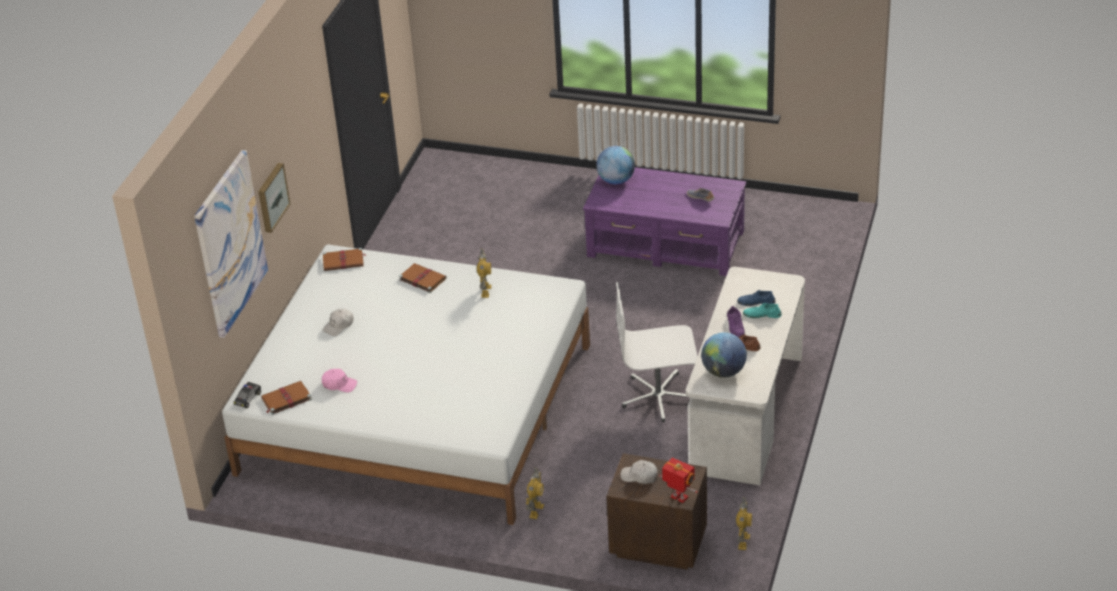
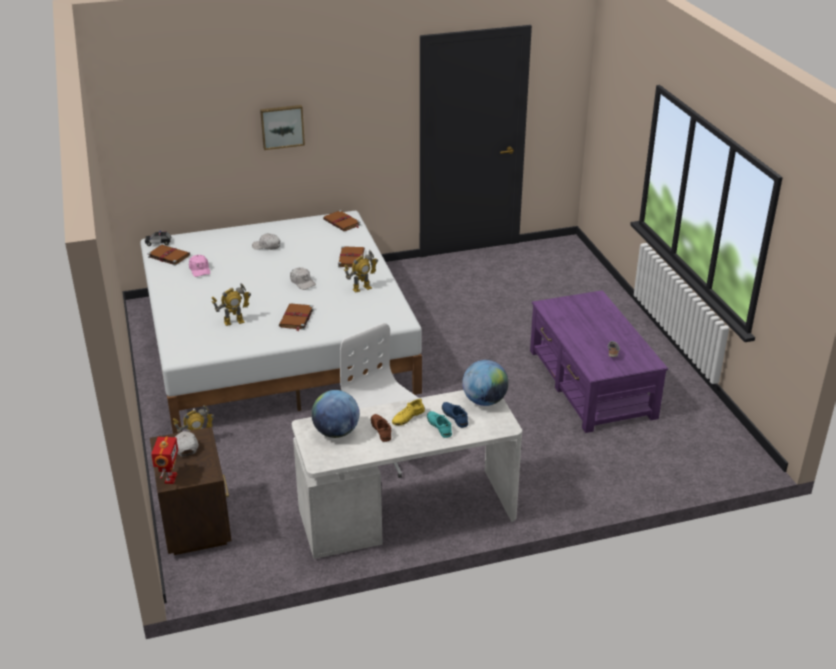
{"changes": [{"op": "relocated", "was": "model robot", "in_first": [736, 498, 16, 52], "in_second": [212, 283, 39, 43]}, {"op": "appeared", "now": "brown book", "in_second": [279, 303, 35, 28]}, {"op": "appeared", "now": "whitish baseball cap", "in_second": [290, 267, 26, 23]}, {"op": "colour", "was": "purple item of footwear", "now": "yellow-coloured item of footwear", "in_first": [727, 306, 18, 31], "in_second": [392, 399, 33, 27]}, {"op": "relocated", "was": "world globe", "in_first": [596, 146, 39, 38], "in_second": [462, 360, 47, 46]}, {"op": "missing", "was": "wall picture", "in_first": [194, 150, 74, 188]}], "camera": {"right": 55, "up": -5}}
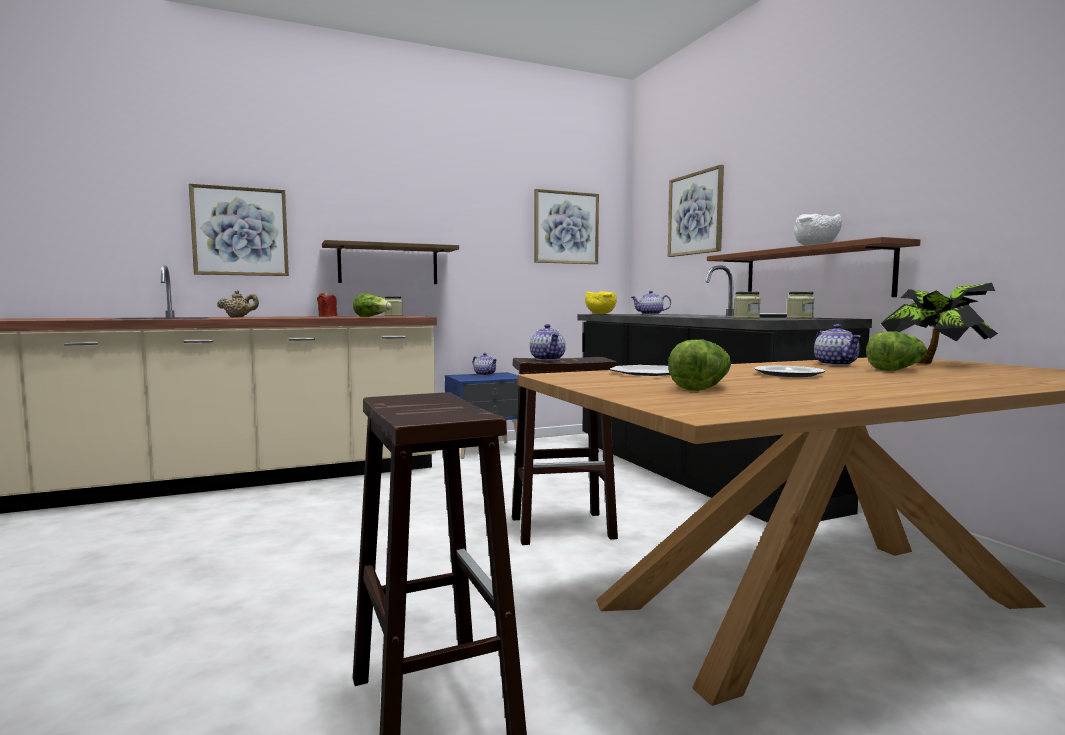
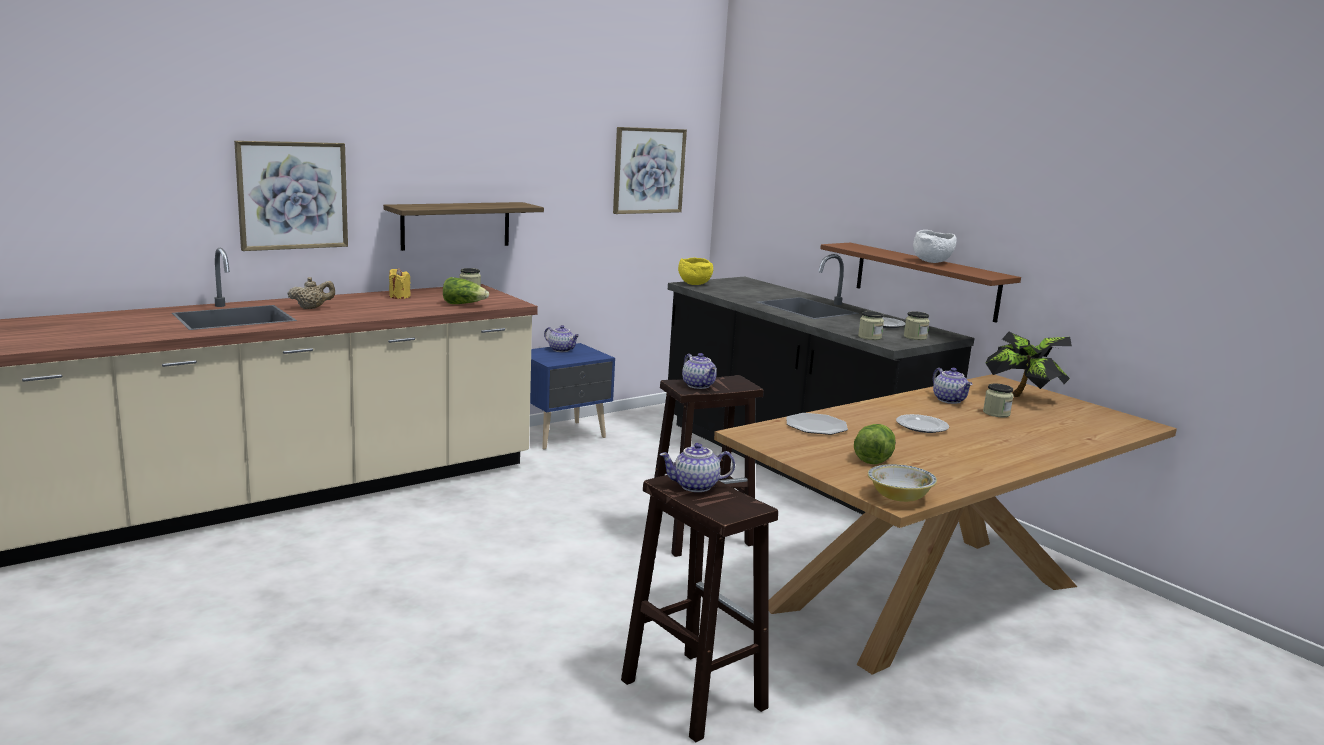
{"changes": [{"op": "colour", "was": "reddish wax light", "now": "yellow-coloured wax light", "in_first": [317, 291, 20, 26], "in_second": [389, 268, 22, 31]}, {"op": "relocated", "was": "tea pot", "in_first": [631, 291, 40, 24], "in_second": [659, 443, 76, 49]}, {"op": "appeared", "now": "serving bowl", "in_second": [868, 464, 69, 38]}, {"op": "exchanged", "was": "lettuce", "now": "jar", "in_first": [866, 332, 61, 39], "in_second": [983, 383, 31, 34]}, {"op": "missing", "was": "wall picture", "in_first": [668, 165, 56, 92]}], "camera": {"right": -15, "up": 10}}
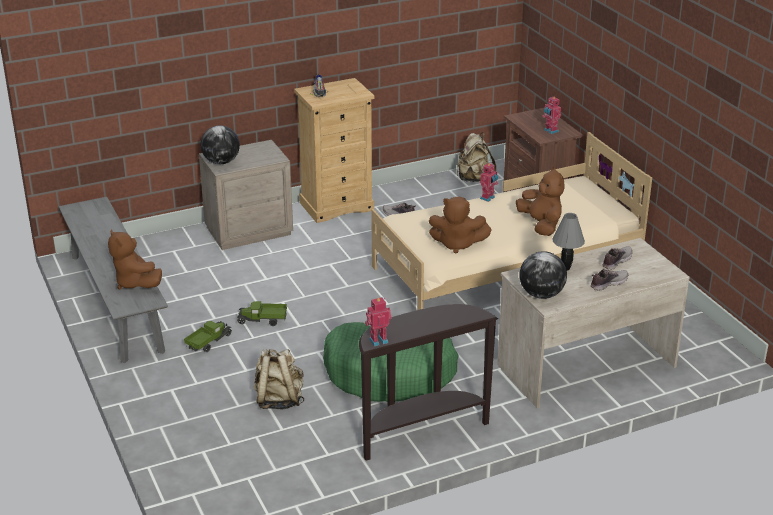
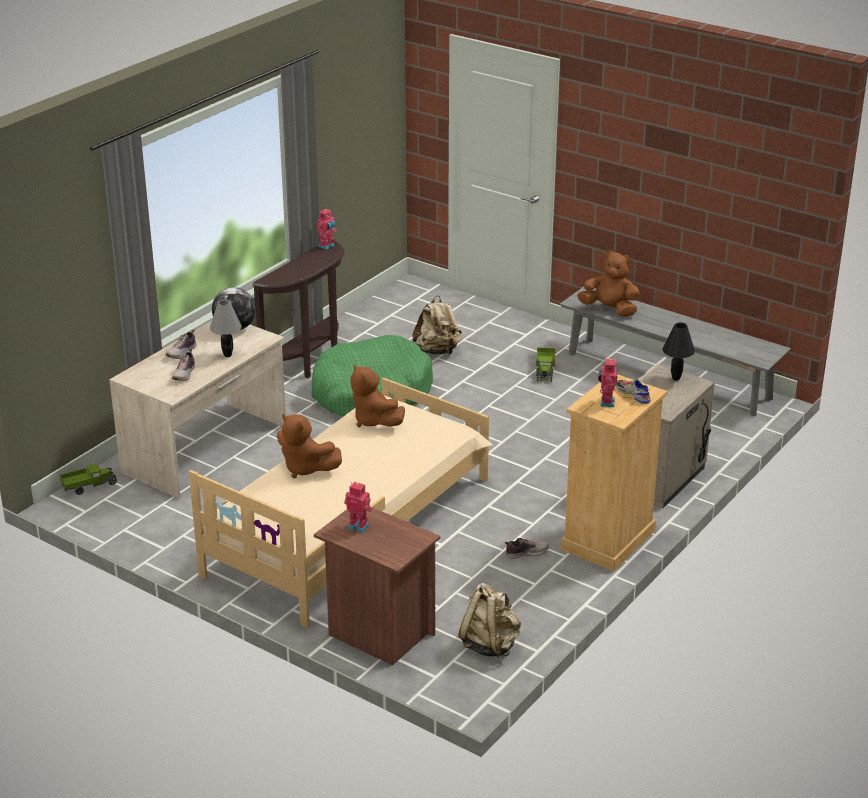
{"changes": [{"op": "relocated", "was": "model truck", "in_first": [237, 301, 50, 25], "in_second": [60, 464, 58, 31]}, {"op": "spun", "was": "brown soft toy", "in_first": [429, 197, 63, 57], "in_second": [350, 364, 55, 63], "clockwise": -105}, {"op": "relocated", "was": "model robot", "in_first": [480, 163, 18, 39], "in_second": [598, 357, 20, 50]}, {"op": "exchanged", "was": "world globe", "now": "black tabletop lamp", "in_first": [201, 125, 39, 39], "in_second": [662, 322, 33, 59]}], "camera": {"right": 150, "up": 0}}
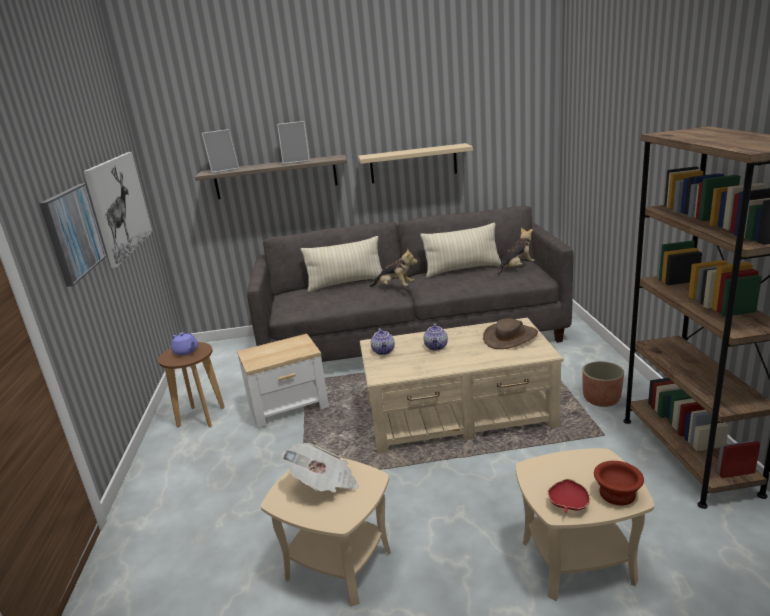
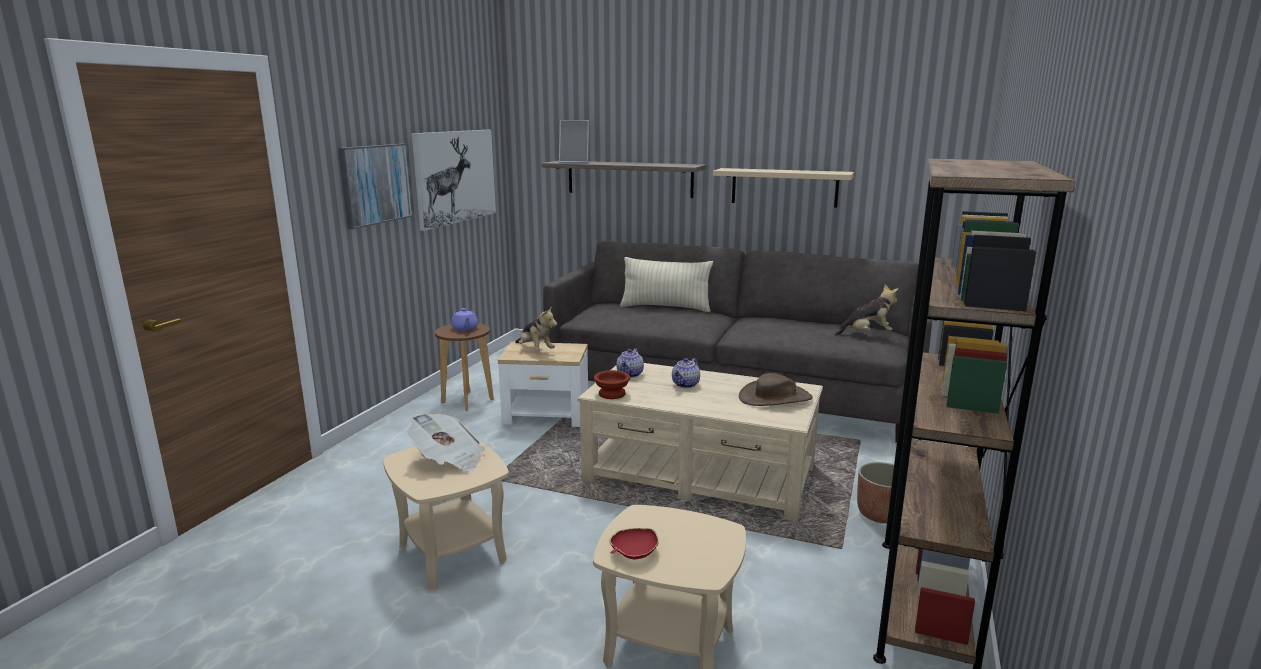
{"changes": [{"op": "relocated", "was": "soft toy", "in_first": [370, 248, 48, 39], "in_second": [515, 308, 42, 43]}, {"op": "relocated", "was": "brown serving bowl", "in_first": [594, 461, 50, 45], "in_second": [594, 370, 36, 29]}, {"op": "missing", "was": "standing frame", "in_first": [277, 121, 33, 44]}, {"op": "missing", "was": "sand-coloured pillow", "in_first": [420, 223, 81, 55]}], "camera": {"right": 25, "up": -5}}
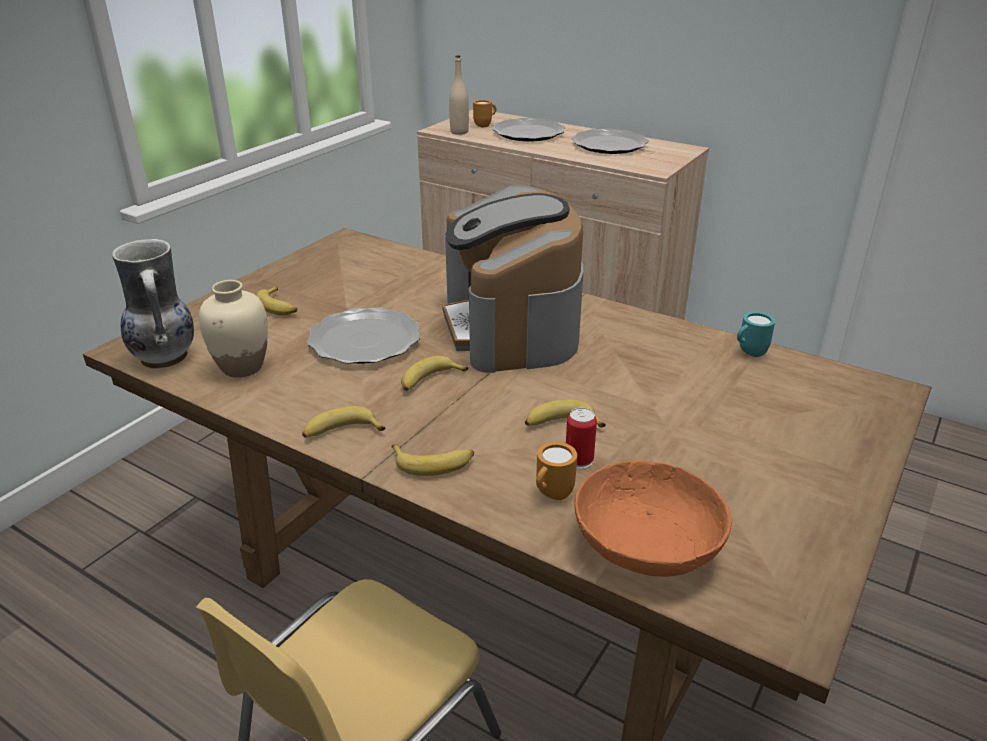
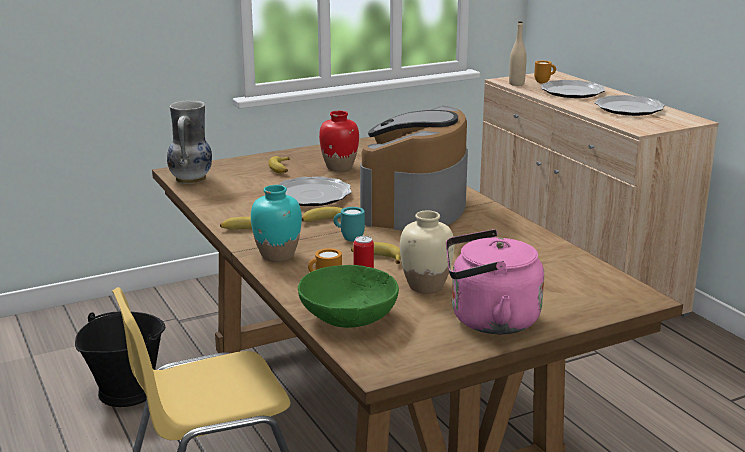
{"changes": [{"op": "appeared", "now": "black pail", "in_second": [75, 311, 90, 96]}, {"op": "exchanged", "was": "banana", "now": "blue-green vase", "in_first": [391, 444, 83, 32], "in_second": [251, 185, 51, 77]}, {"op": "colour", "was": "orange serving bowl", "now": "greenish serving bowl", "in_first": [574, 460, 158, 117], "in_second": [298, 265, 101, 63]}, {"op": "appeared", "now": "reddish vase", "in_second": [319, 111, 40, 61]}, {"op": "relocated", "was": "blue-green coffee mug", "in_first": [737, 312, 38, 45], "in_second": [334, 207, 31, 35]}, {"op": "relocated", "was": "sand-coloured vase", "in_first": [199, 280, 69, 98], "in_second": [400, 211, 54, 83]}, {"op": "appeared", "now": "pink-coloured kettle", "in_second": [446, 229, 98, 105]}], "camera": {"right": 30, "up": -10}}
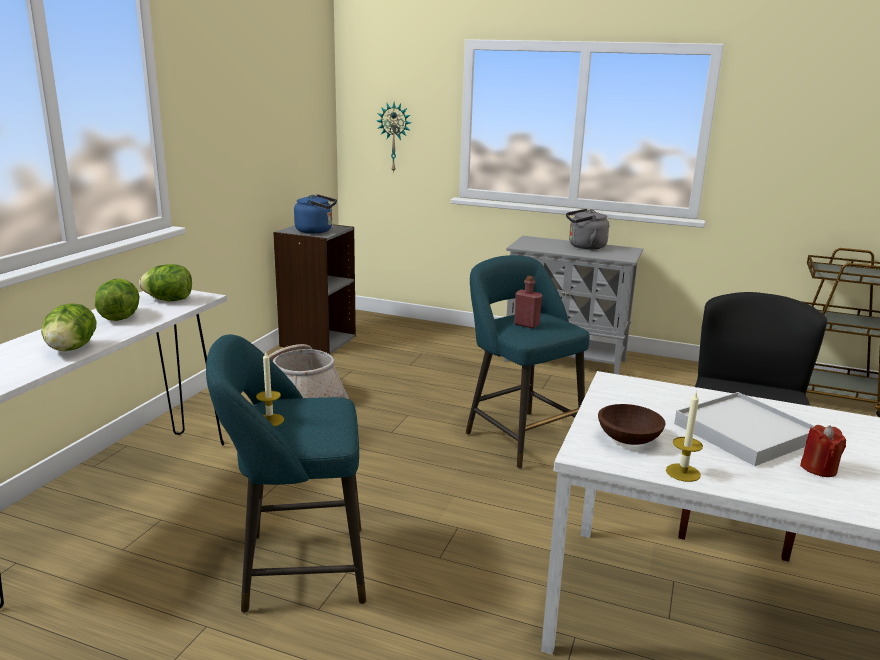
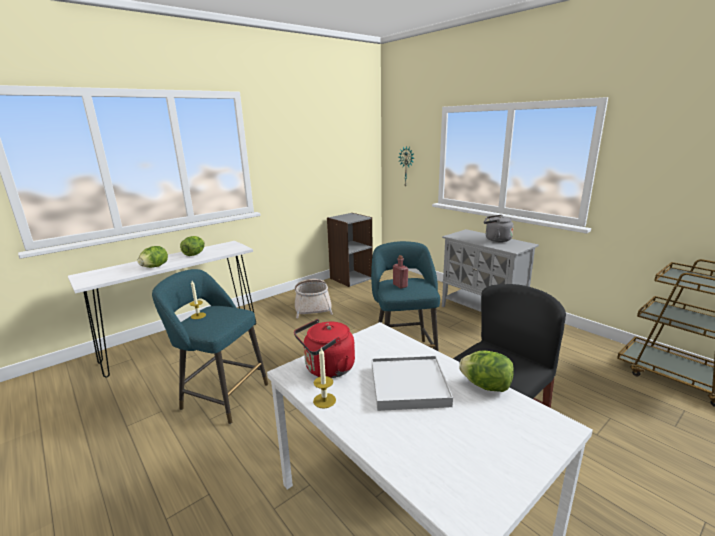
{"changes": [{"op": "exchanged", "was": "brown serving bowl", "now": "reddish kettle", "in_first": [598, 404, 68, 41], "in_second": [294, 319, 61, 59]}, {"op": "relocated", "was": "lettuce", "in_first": [139, 264, 53, 37], "in_second": [459, 350, 55, 42]}, {"op": "missing", "was": "blue-coloured kettle", "in_first": [294, 194, 43, 40]}, {"op": "missing", "was": "reddish wax light", "in_first": [800, 425, 46, 52]}], "camera": {"right": 30, "up": 0}}
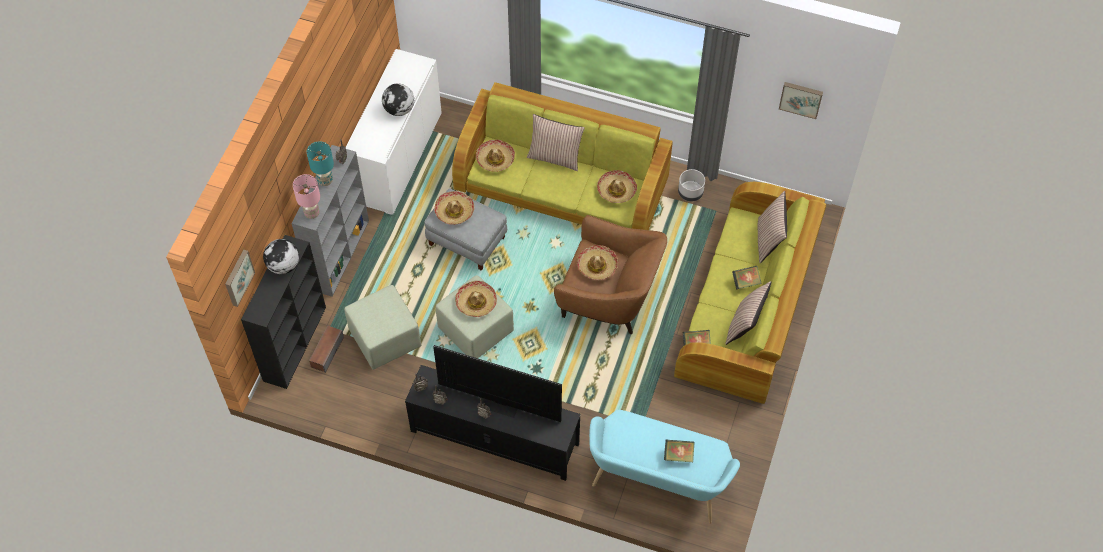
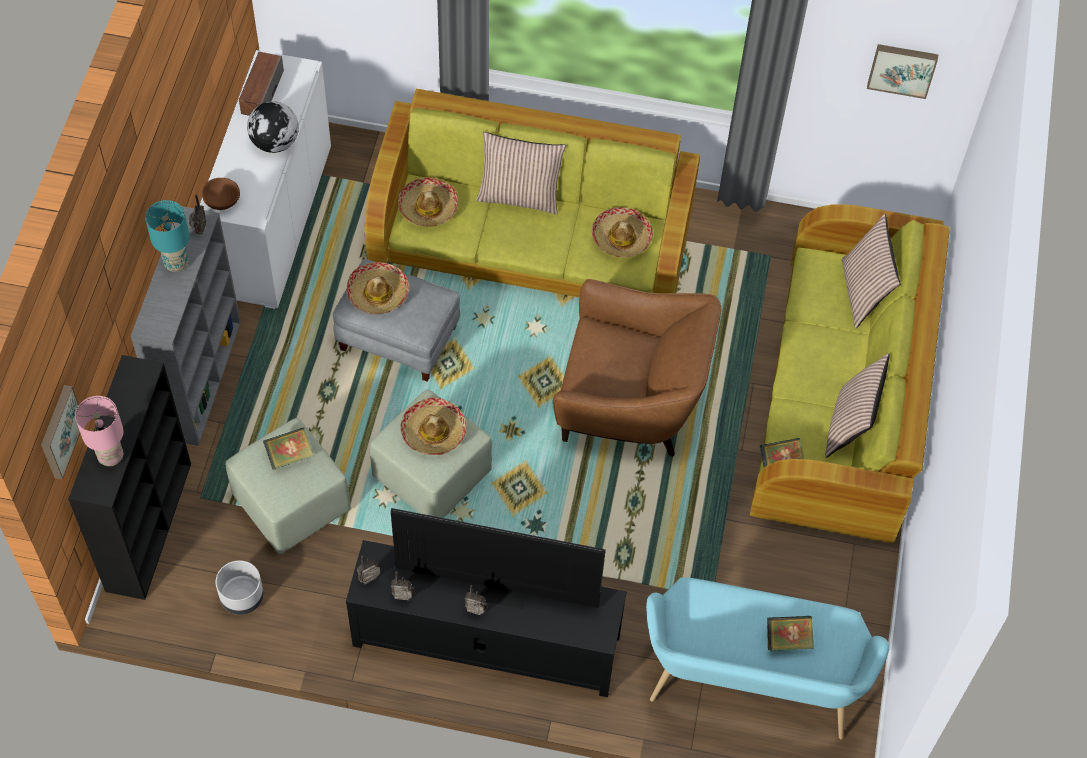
{"changes": [{"op": "relocated", "was": "pink-coloured tabletop lamp", "in_first": [293, 174, 27, 45], "in_second": [75, 396, 48, 70]}, {"op": "appeared", "now": "brown serving bowl", "in_second": [202, 178, 38, 32]}, {"op": "relocated", "was": "greyish plant pot", "in_first": [678, 169, 27, 32], "in_second": [216, 560, 48, 55]}, {"op": "relocated", "was": "audio speaker", "in_first": [309, 326, 35, 47], "in_second": [239, 52, 45, 64]}, {"op": "relocated", "was": "book", "in_first": [732, 266, 30, 24], "in_second": [263, 428, 51, 41]}, {"op": "missing", "was": "world globe", "in_first": [263, 239, 36, 35]}, {"op": "missing", "was": "clothing hat", "in_first": [577, 245, 41, 35]}], "camera": {"right": -10, "up": 0}}
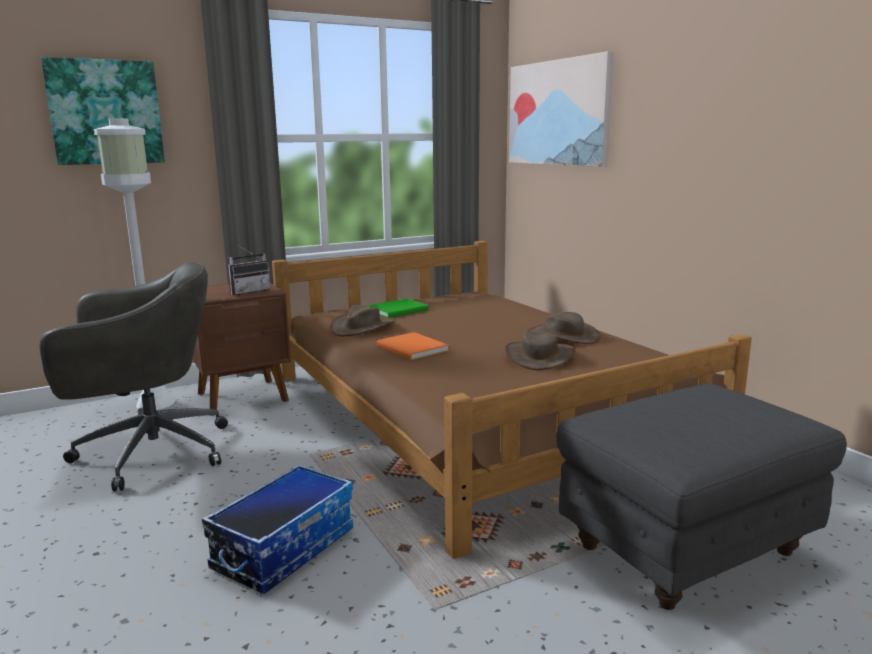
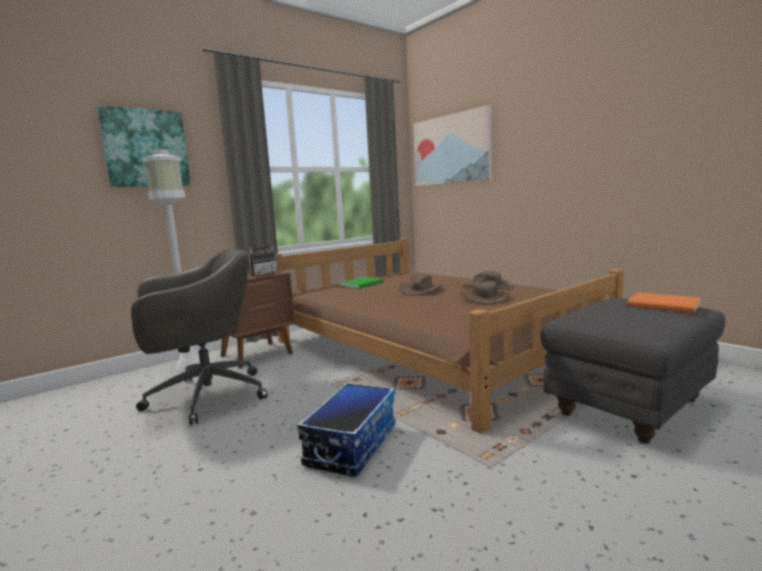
{"changes": [{"op": "relocated", "was": "brown clothing hat", "in_first": [330, 305, 65, 31], "in_second": [399, 275, 44, 21]}, {"op": "relocated", "was": "orange book", "in_first": [376, 332, 73, 28], "in_second": [627, 292, 74, 21]}], "camera": {"right": -10, "up": -5}}
